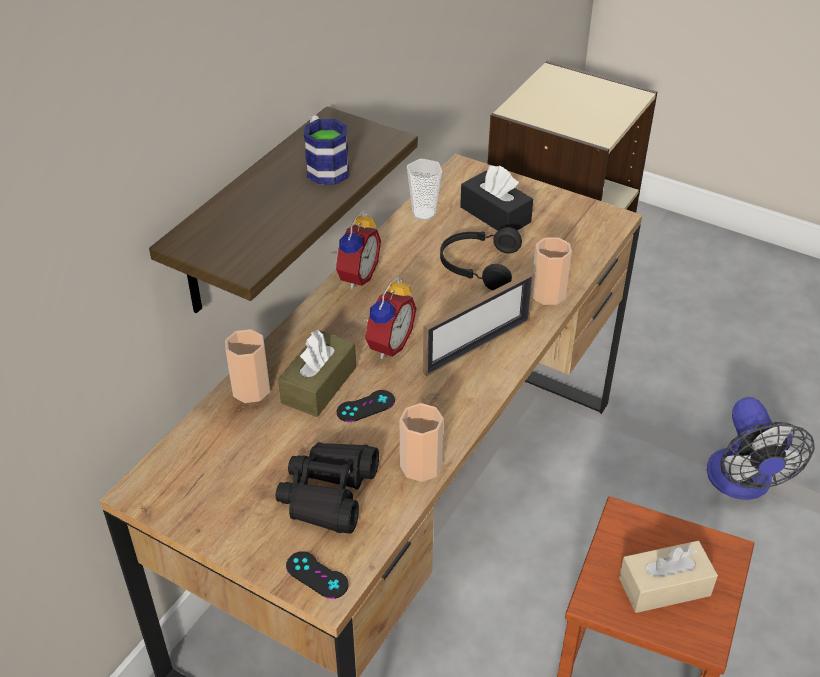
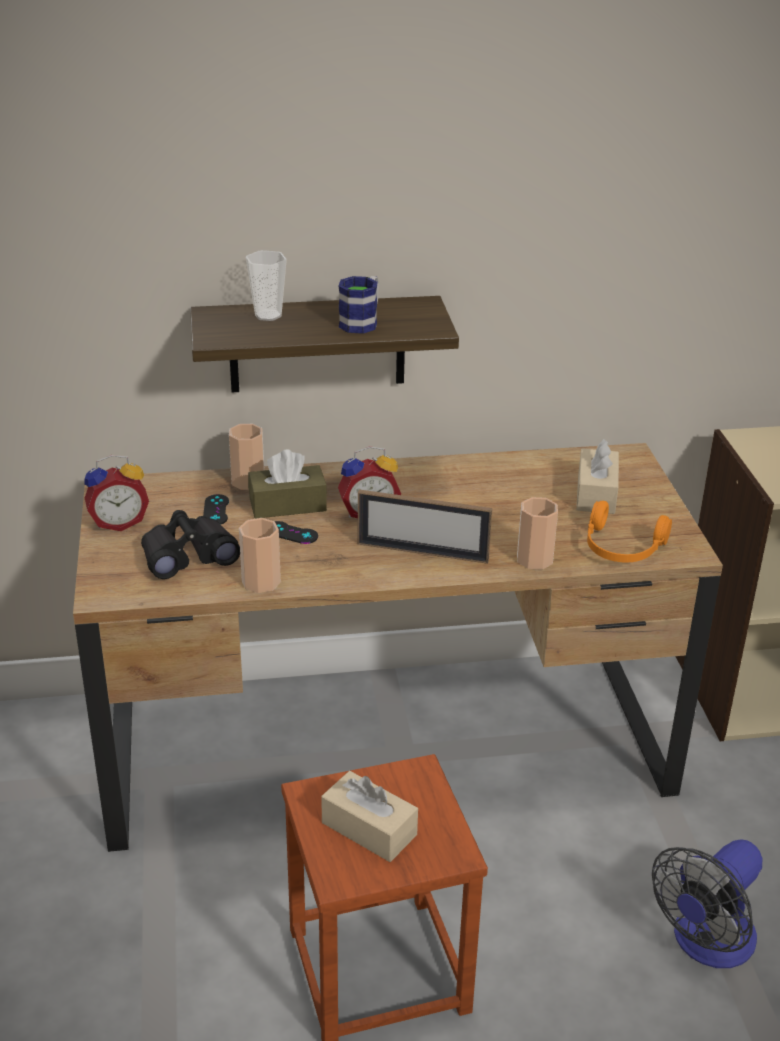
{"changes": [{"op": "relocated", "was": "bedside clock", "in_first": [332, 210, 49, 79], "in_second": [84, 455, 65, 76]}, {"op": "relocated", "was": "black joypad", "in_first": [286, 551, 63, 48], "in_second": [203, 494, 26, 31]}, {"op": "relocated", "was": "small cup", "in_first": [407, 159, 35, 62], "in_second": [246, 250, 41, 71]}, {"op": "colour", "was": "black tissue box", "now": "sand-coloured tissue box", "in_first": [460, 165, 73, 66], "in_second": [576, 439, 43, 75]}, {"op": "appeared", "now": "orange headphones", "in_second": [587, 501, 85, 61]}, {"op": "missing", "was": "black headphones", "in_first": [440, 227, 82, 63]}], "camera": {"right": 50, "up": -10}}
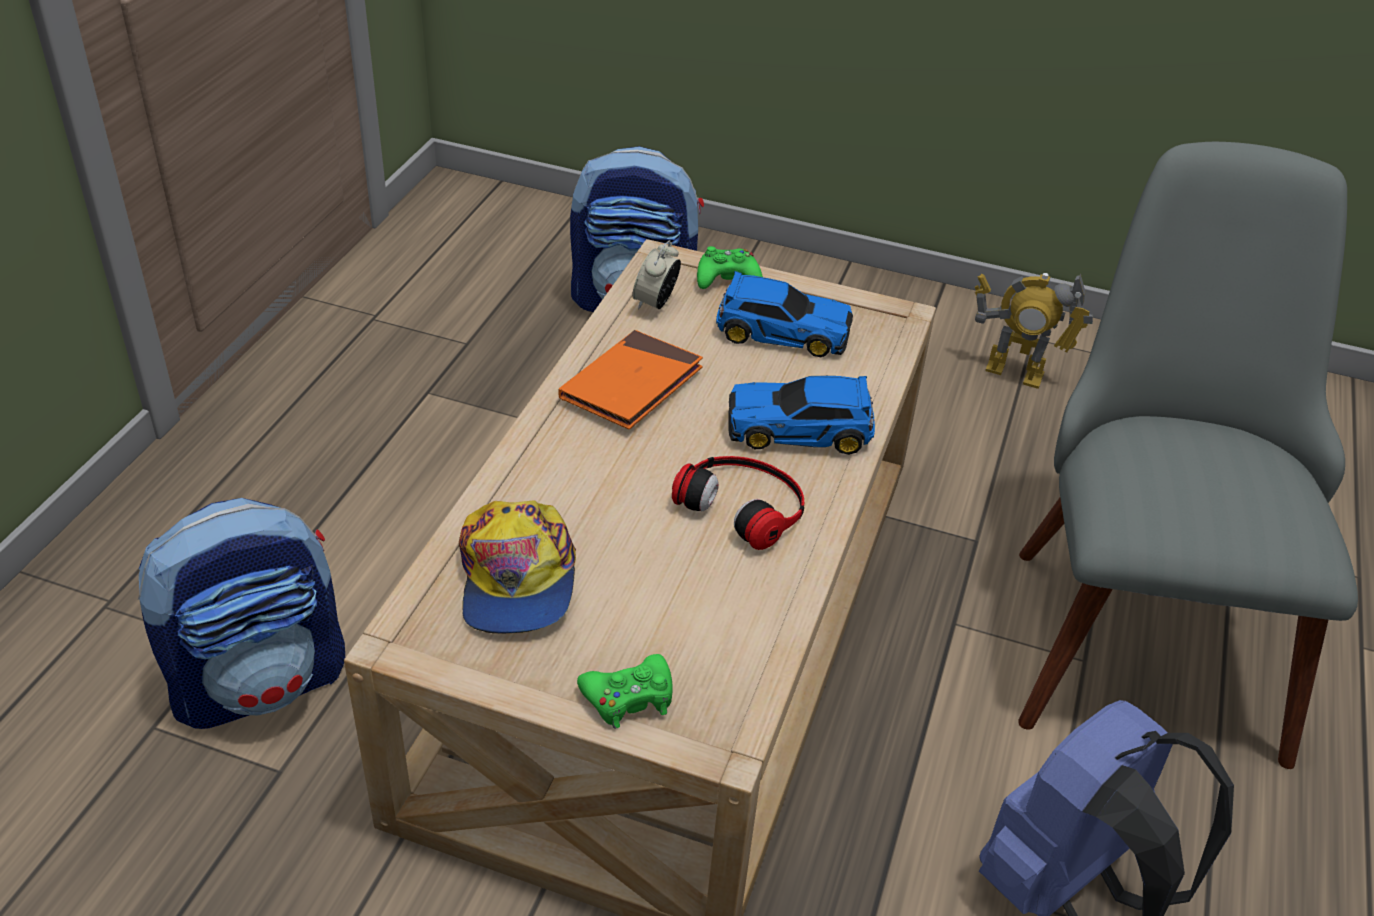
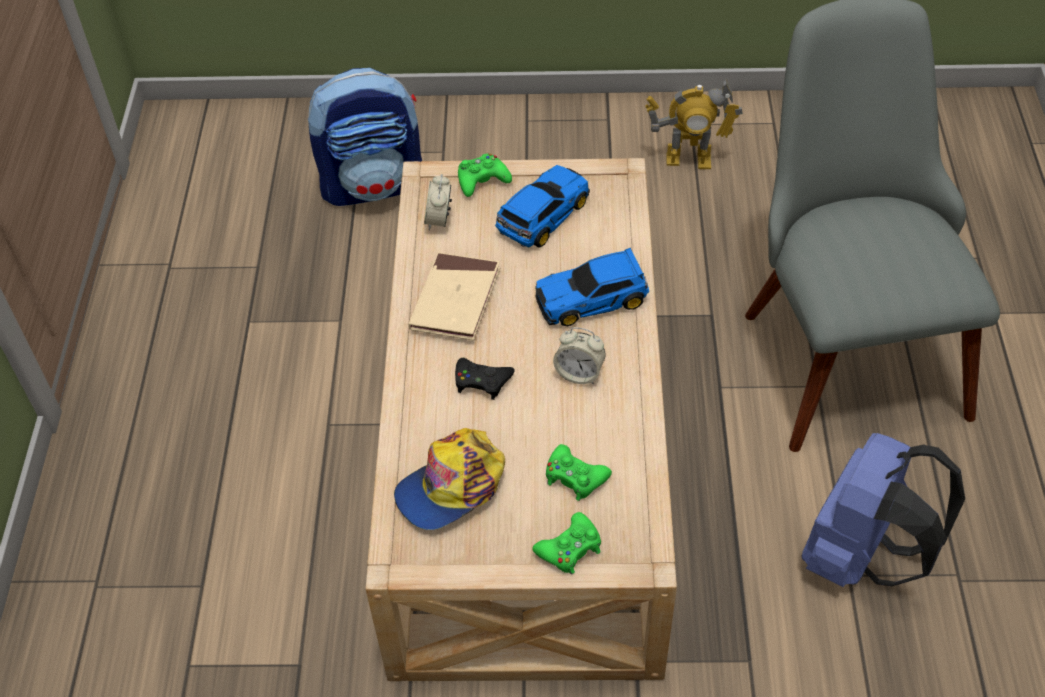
{"changes": [{"op": "spun", "was": "baseball cap", "in_first": [459, 501, 117, 133], "in_second": [394, 428, 111, 102], "clockwise": 75}, {"op": "colour", "was": "orange book", "now": "sand-coloured book", "in_first": [558, 330, 145, 100], "in_second": [409, 253, 91, 87]}, {"op": "appeared", "now": "black joypad", "in_second": [455, 358, 60, 42]}, {"op": "spun", "was": "toy car", "in_first": [716, 271, 137, 87], "in_second": [495, 165, 95, 83], "clockwise": -45}, {"op": "appeared", "now": "greenish joypad", "in_second": [546, 444, 66, 57]}, {"op": "exchanged", "was": "headphones", "now": "bedside clock", "in_first": [672, 456, 132, 94], "in_second": [553, 327, 53, 57]}, {"op": "missing", "was": "backpack", "in_first": [138, 498, 207, 231]}], "camera": {"right": -15, "up": 10}}
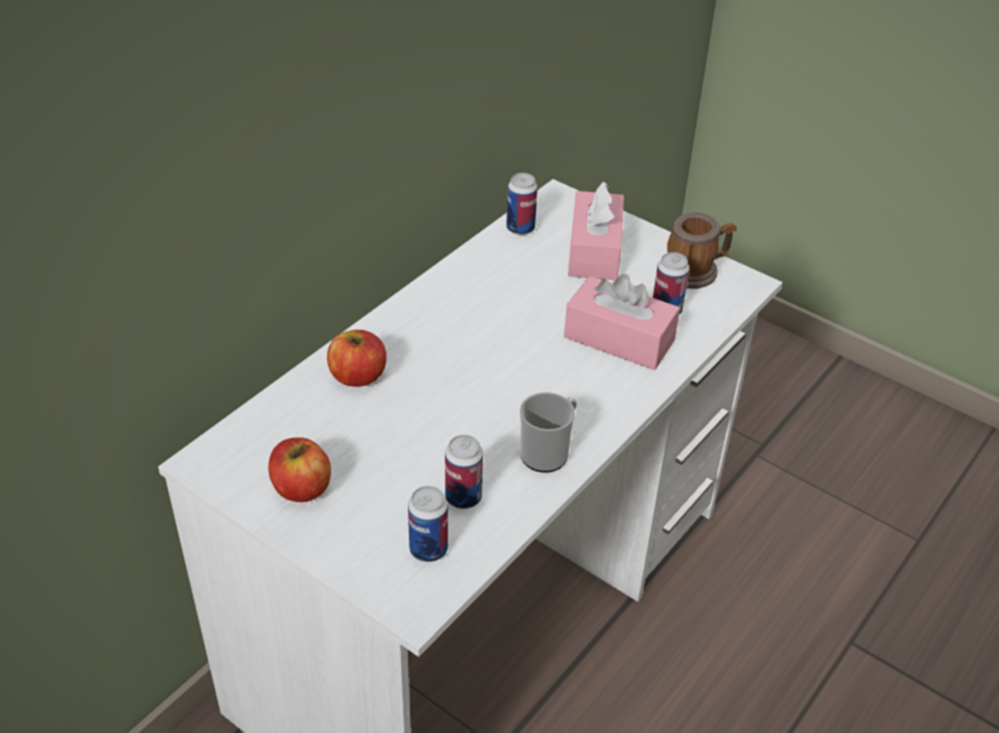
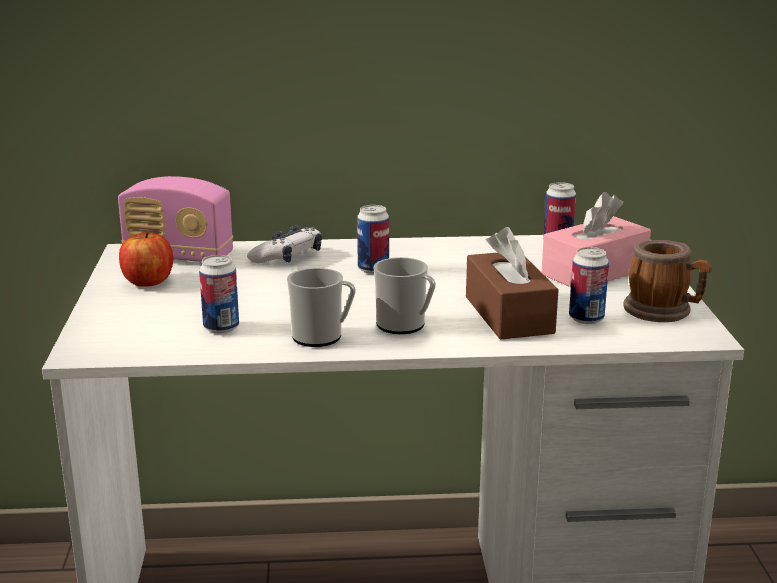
{"changes": [{"op": "appeared", "now": "radio set", "in_second": [118, 176, 115, 86]}, {"op": "exchanged", "was": "whole apple", "now": "joypad", "in_first": [327, 330, 60, 57], "in_second": [247, 225, 75, 38]}, {"op": "relocated", "was": "metal can", "in_first": [408, 486, 40, 76], "in_second": [357, 205, 32, 69]}, {"op": "appeared", "now": "coffee mug", "in_second": [373, 257, 63, 77]}, {"op": "colour", "was": "pink-coloured tissue box", "now": "brown tissue box", "in_first": [564, 274, 116, 96], "in_second": [466, 227, 93, 113]}], "camera": {"right": 50, "up": -20}}
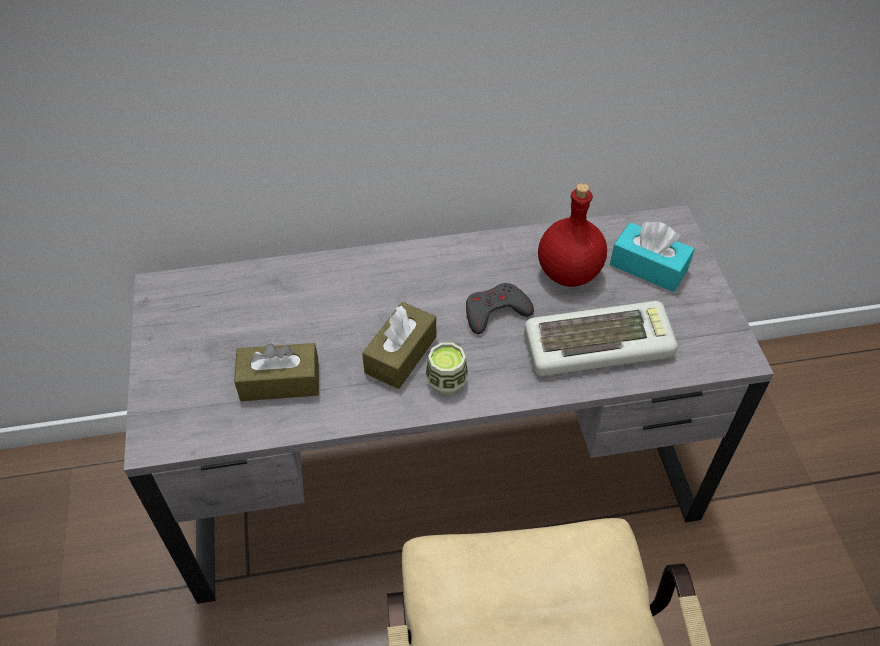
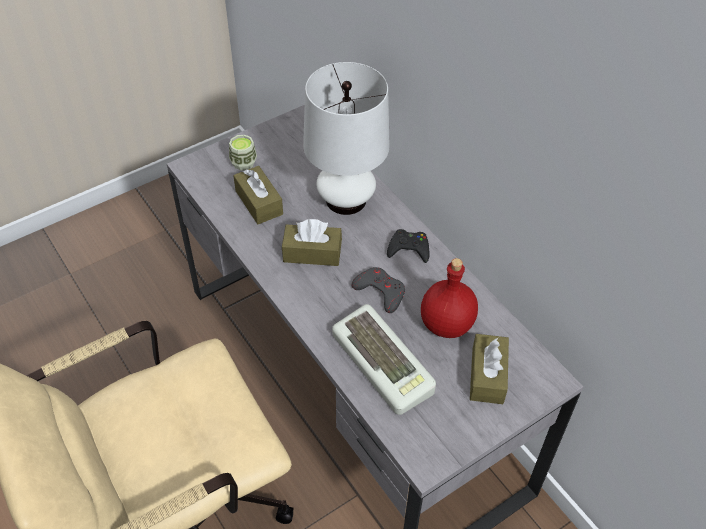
{"changes": [{"op": "relocated", "was": "small cup", "in_first": [426, 343, 42, 52], "in_second": [229, 135, 28, 36]}, {"op": "appeared", "now": "whitish tabletop lamp", "in_second": [303, 62, 87, 153]}, {"op": "appeared", "now": "black joypad", "in_second": [387, 229, 42, 34]}, {"op": "colour", "was": "blue-green tissue box", "now": "brown tissue box", "in_first": [610, 222, 85, 70], "in_second": [470, 334, 39, 70]}], "camera": {"right": 65, "up": 0}}
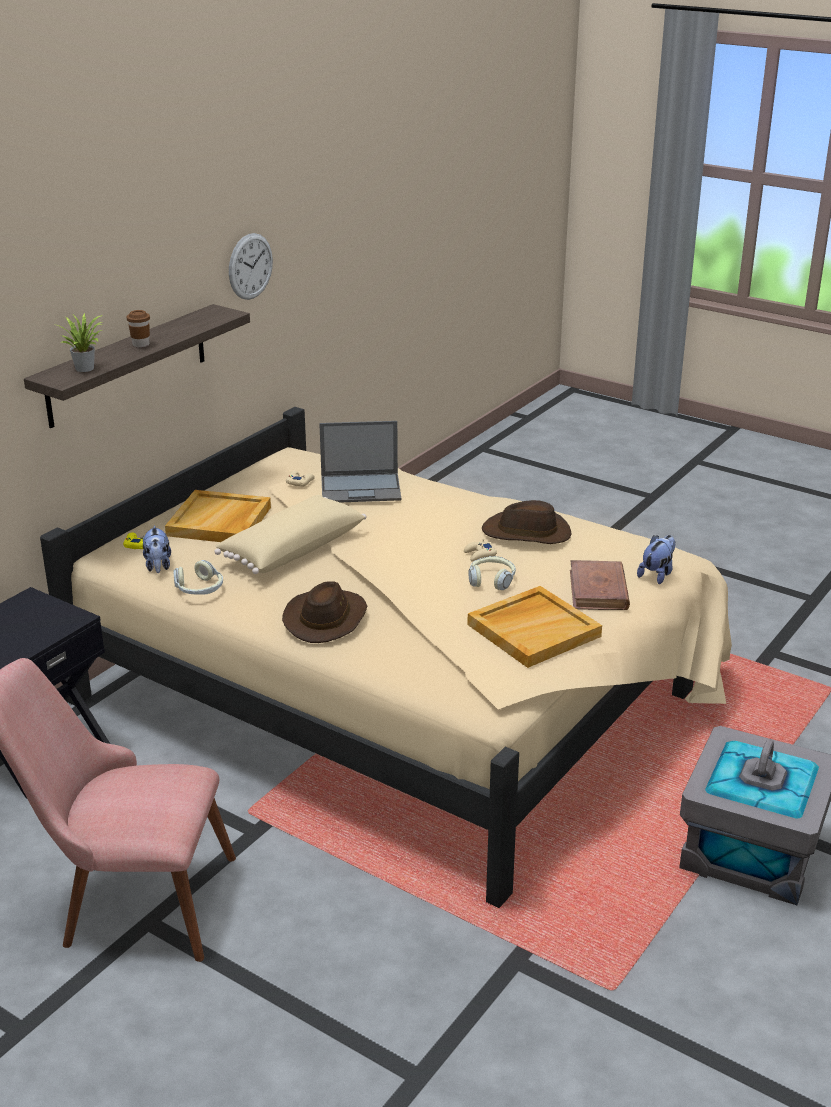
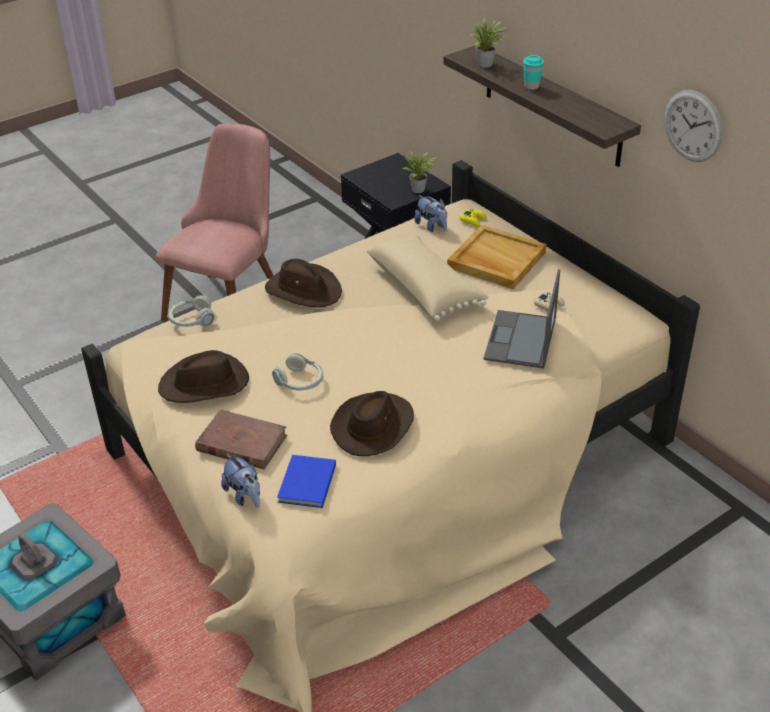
{"changes": [{"op": "exchanged", "was": "sand-coloured carrying tray", "now": "brown clothing hat", "in_first": [467, 586, 135, 82], "in_second": [158, 350, 91, 53]}, {"op": "relocated", "was": "headphones", "in_first": [174, 560, 49, 35], "in_second": [168, 295, 46, 32]}, {"op": "appeared", "now": "blue-coloured book", "in_second": [277, 455, 59, 53]}, {"op": "appeared", "now": "plant in a pot", "in_second": [403, 152, 34, 41]}, {"op": "spun", "was": "soft toy", "in_first": [143, 525, 28, 48], "in_second": [414, 195, 33, 37], "clockwise": -135}, {"op": "colour", "was": "brown small cup", "now": "blue-green small cup", "in_first": [127, 310, 23, 38], "in_second": [523, 55, 21, 35]}, {"op": "missing", "was": "sand-coloured joypad", "in_first": [464, 539, 33, 23]}], "camera": {"right": 110, "up": 10}}
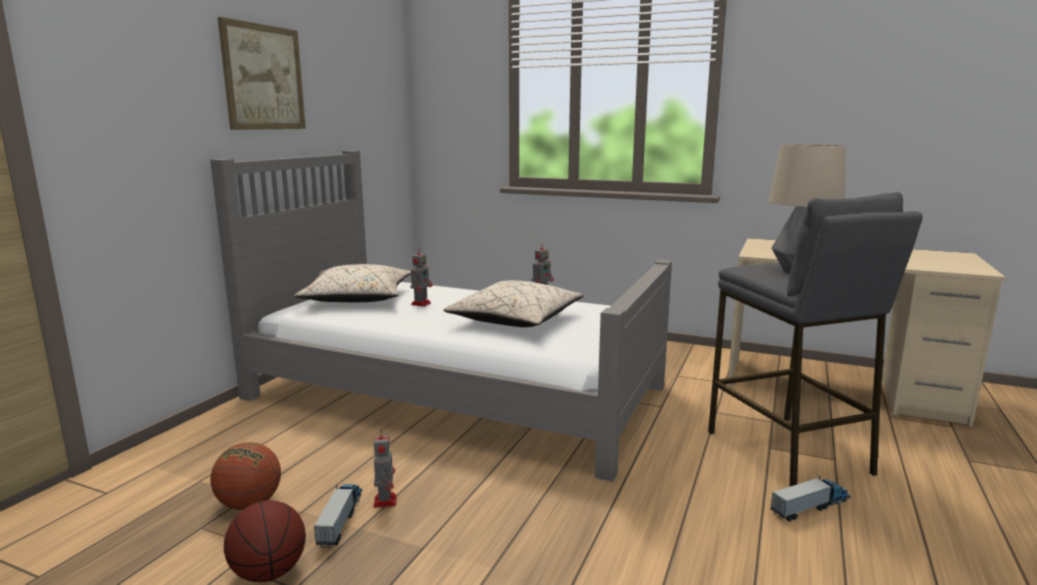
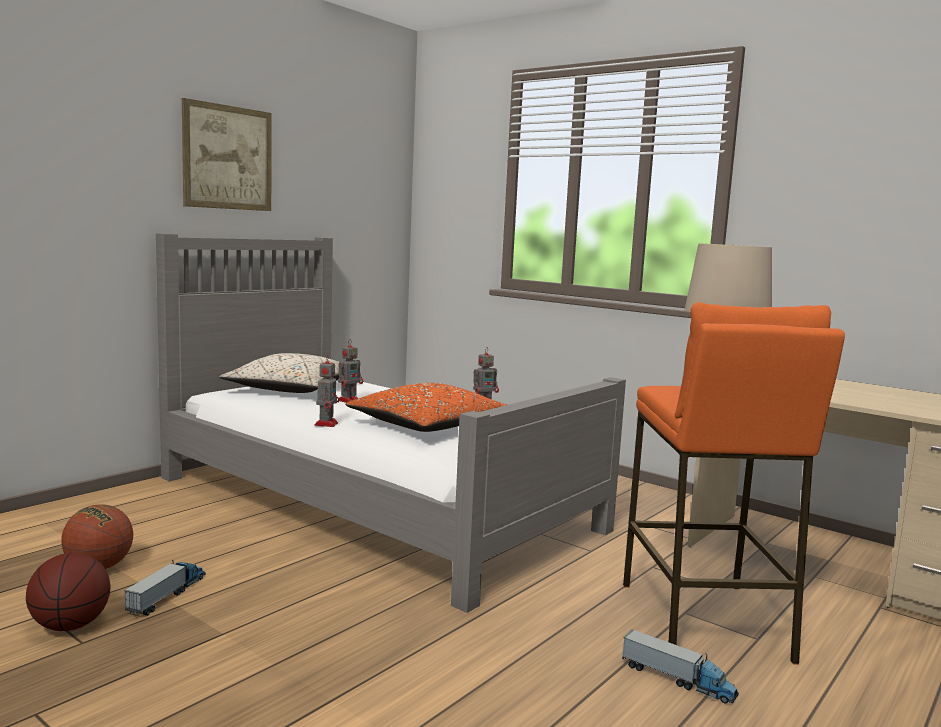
{"changes": [{"op": "relocated", "was": "model robot", "in_first": [373, 431, 24, 77], "in_second": [315, 360, 25, 67]}, {"op": "colour", "was": "sand-coloured pillow", "now": "orange pillow", "in_first": [443, 280, 141, 47], "in_second": [345, 383, 162, 49]}, {"op": "spun", "was": "model truck", "in_first": [770, 475, 80, 47], "in_second": [622, 629, 117, 75], "clockwise": 45}, {"op": "colour", "was": "greyish stool", "now": "orange stool", "in_first": [708, 192, 215, 294], "in_second": [623, 302, 222, 363]}], "camera": {"right": 15, "up": -5}}
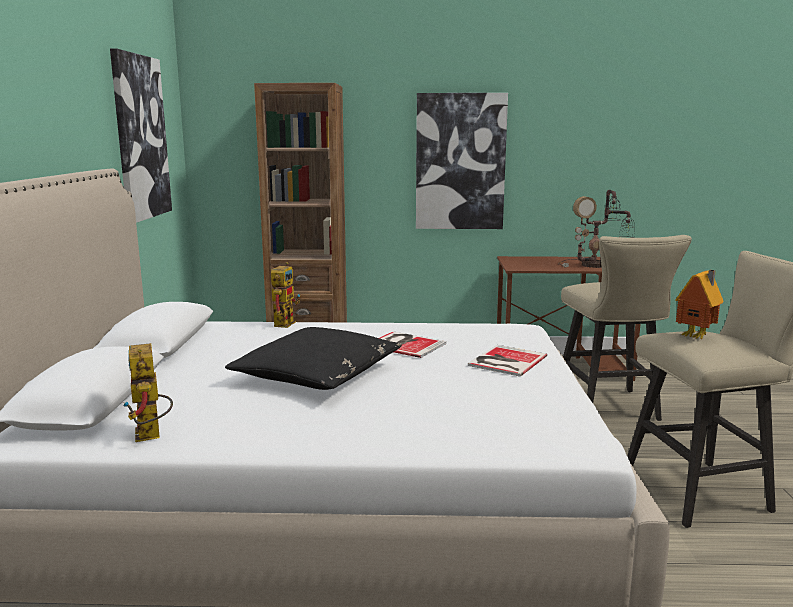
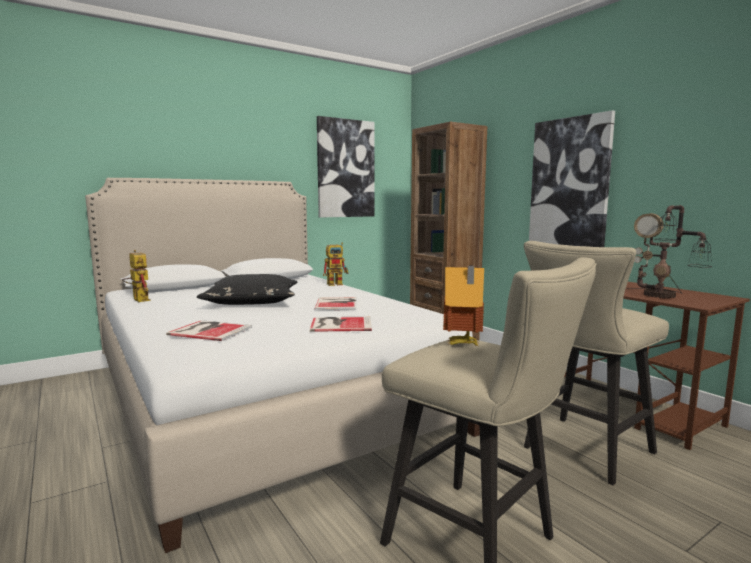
{"changes": [{"op": "spun", "was": "model robot", "in_first": [123, 343, 50, 99], "in_second": [122, 250, 29, 52], "clockwise": 105}, {"op": "appeared", "now": "book", "in_second": [166, 320, 86, 21]}], "camera": {"right": 55, "up": -5}}
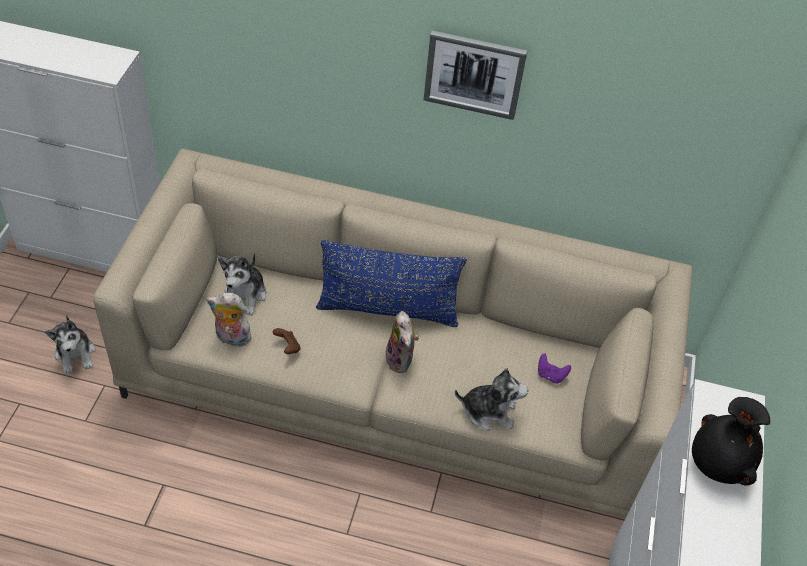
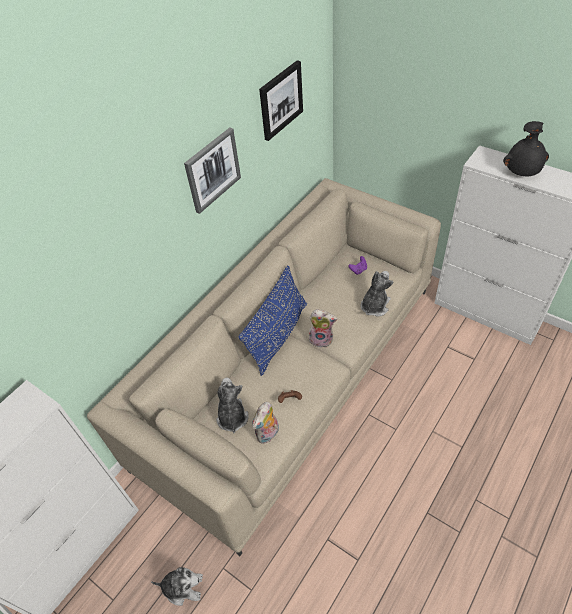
{"changes": [{"op": "spun", "was": "soft toy", "in_first": [218, 253, 49, 63], "in_second": [216, 378, 33, 56], "clockwise": -135}, {"op": "appeared", "now": "wall picture", "in_second": [259, 60, 44, 81]}], "camera": {"right": -60, "up": 0}}
